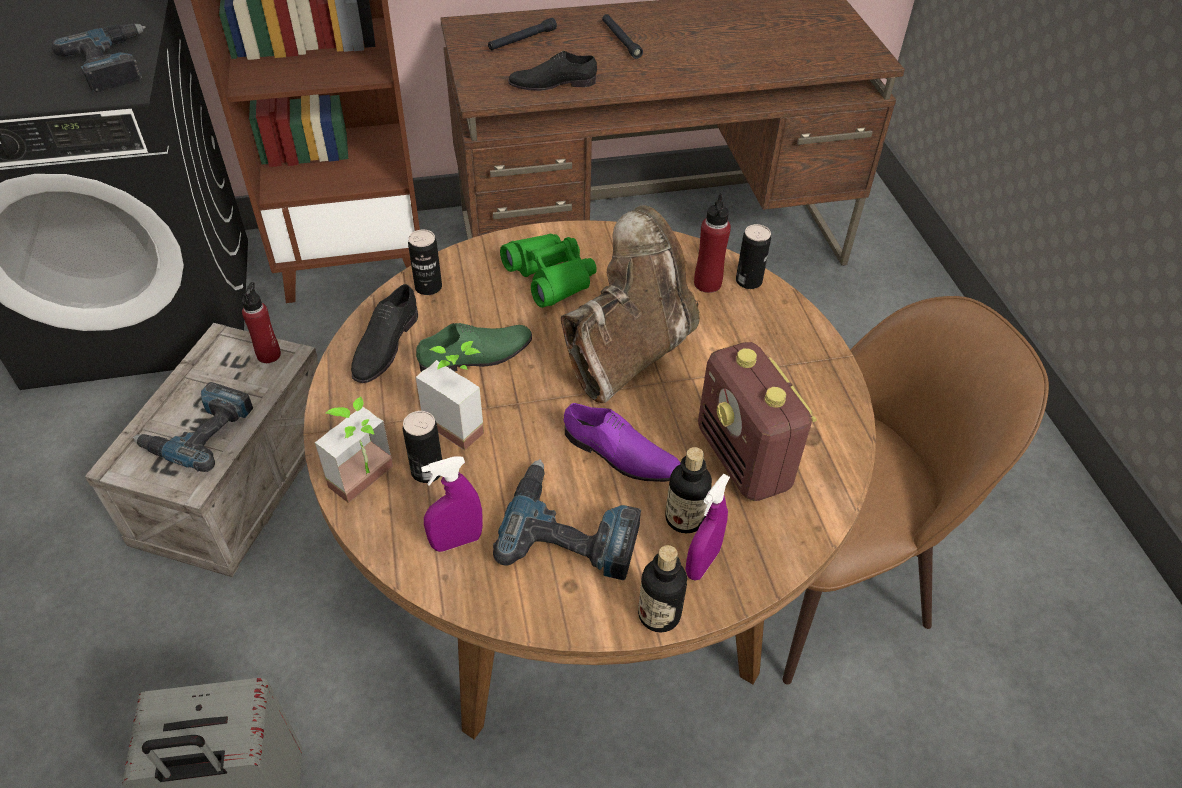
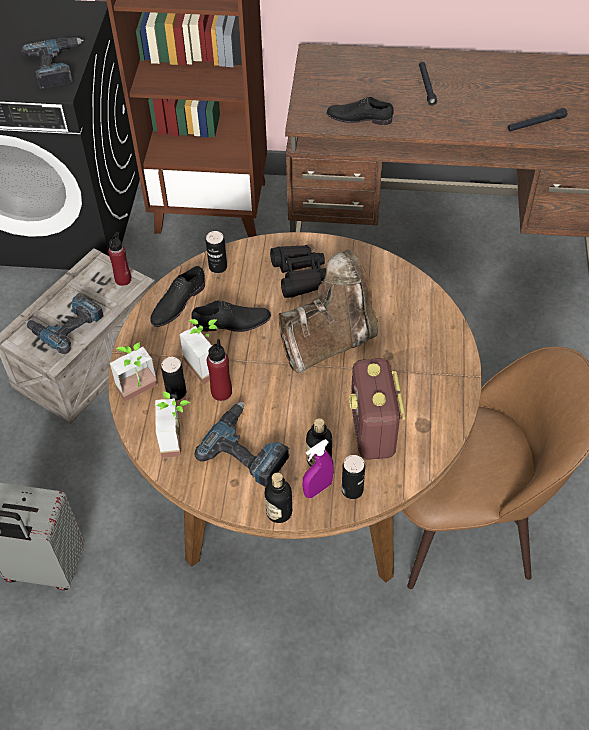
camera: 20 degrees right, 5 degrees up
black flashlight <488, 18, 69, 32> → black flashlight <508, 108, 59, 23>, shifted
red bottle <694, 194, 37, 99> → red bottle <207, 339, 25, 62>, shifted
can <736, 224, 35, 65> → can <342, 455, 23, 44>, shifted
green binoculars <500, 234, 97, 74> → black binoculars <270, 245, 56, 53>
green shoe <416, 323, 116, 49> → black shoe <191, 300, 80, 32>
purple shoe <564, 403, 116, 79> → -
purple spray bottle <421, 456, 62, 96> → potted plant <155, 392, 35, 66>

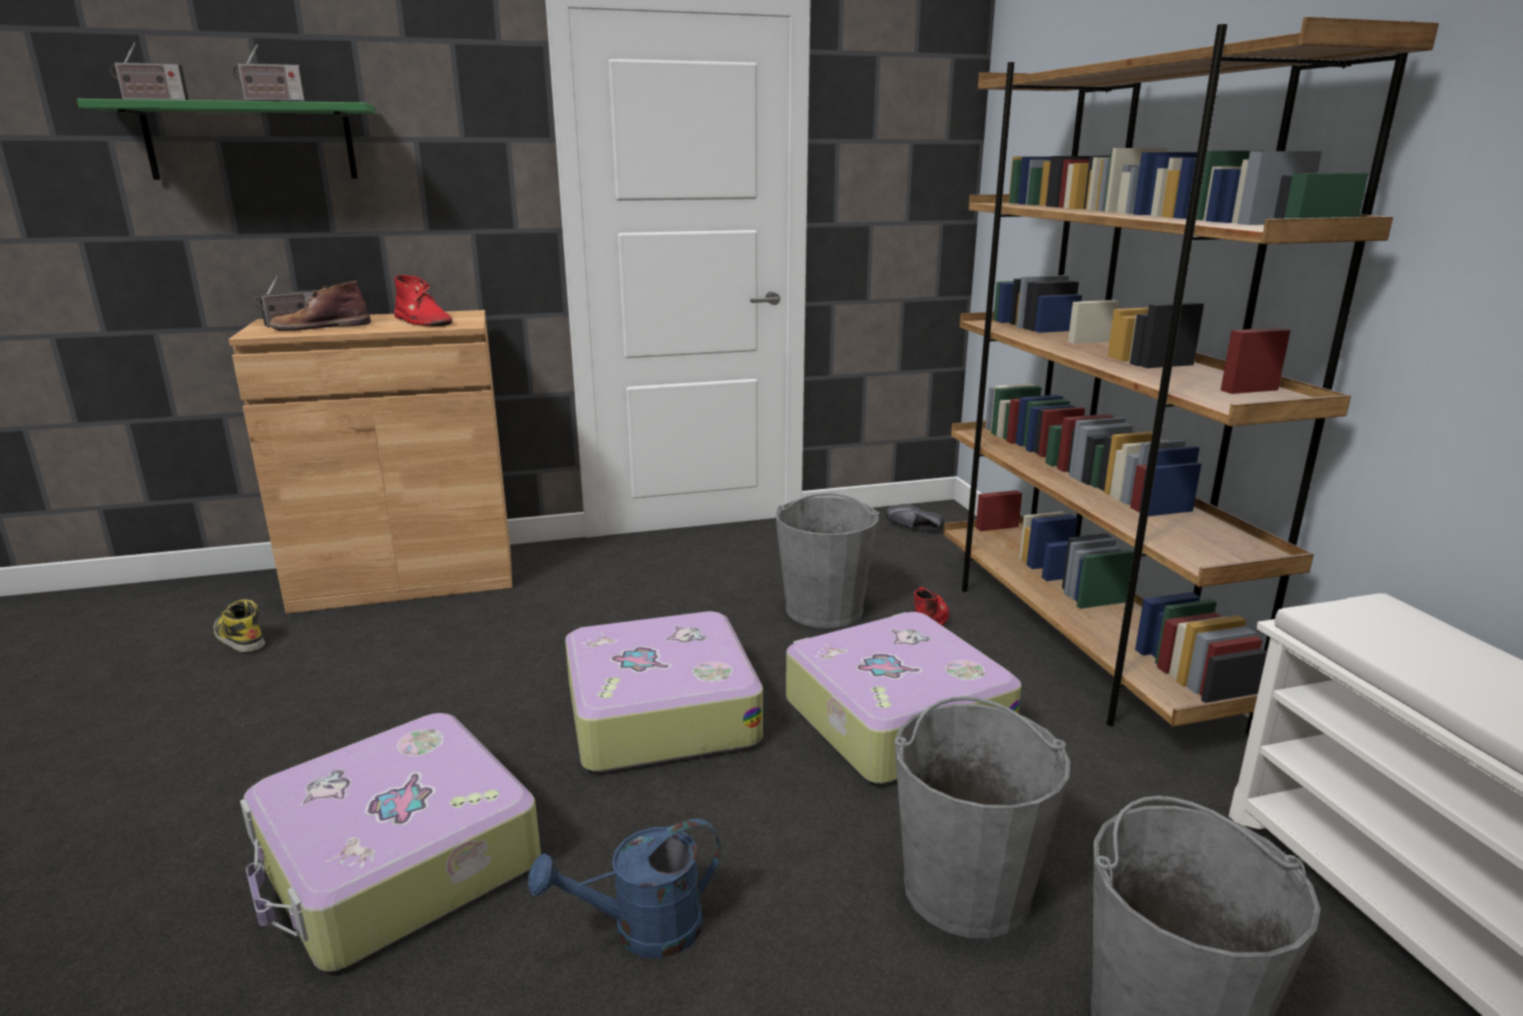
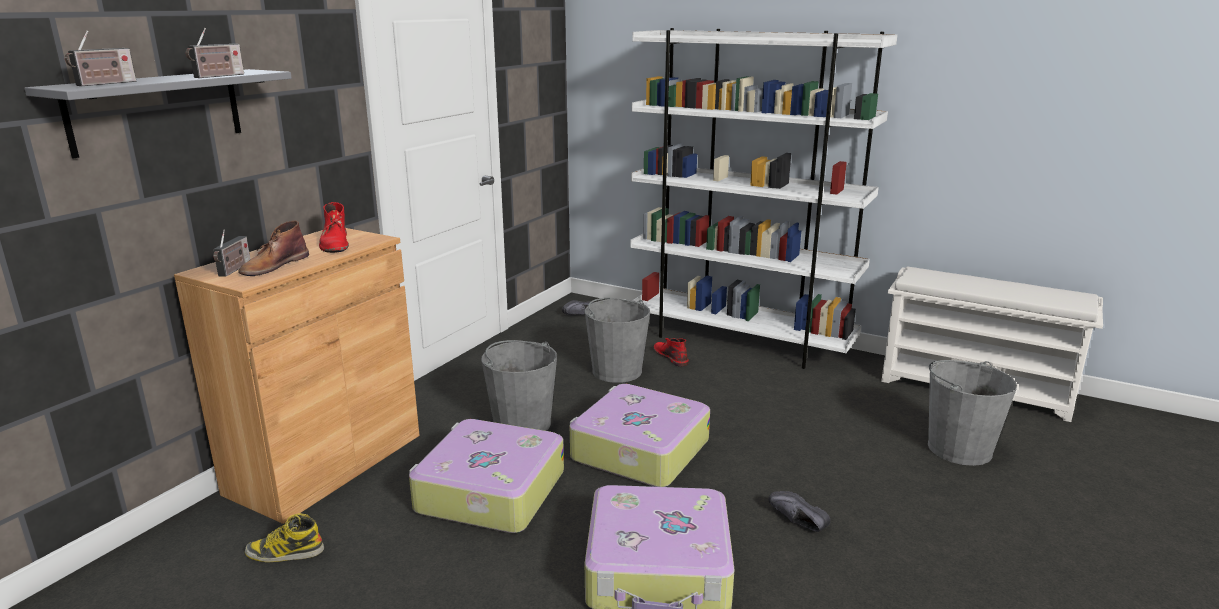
camera: 45 degrees left, 0 degrees up
brown bookcase <943, 17, 496, 718> → white bookcase <630, 28, 267, 341>
green shelf <77, 99, 299, 81> → grey shelf <25, 69, 267, 90>
red boot <394, 275, 59, 51> → red boot <319, 202, 30, 51>, 75 degrees clockwise
suitcase <786, 612, 236, 172> → suitcase <409, 419, 155, 114>, shifted
grey bucket <894, 696, 176, 243> → grey bucket <482, 340, 75, 91>, shifted
blue watering can <528, 819, 193, 139> → black shoe <768, 491, 63, 41>

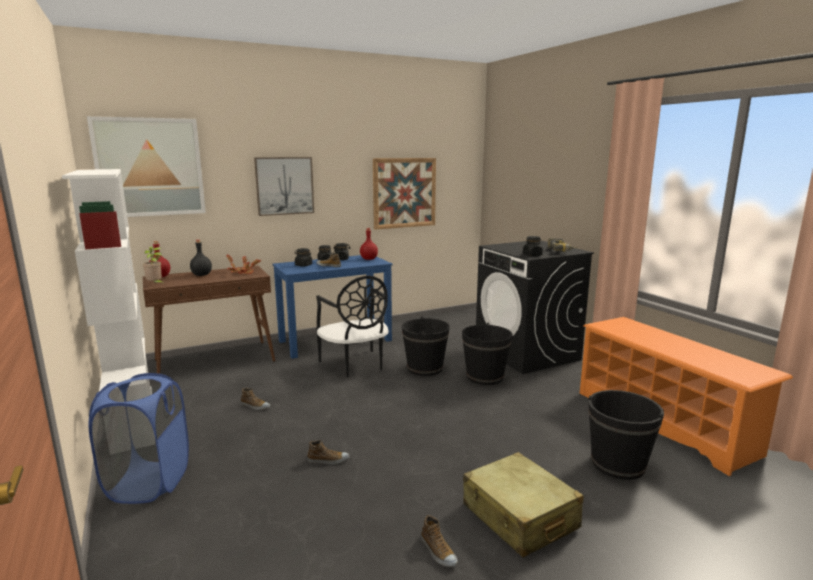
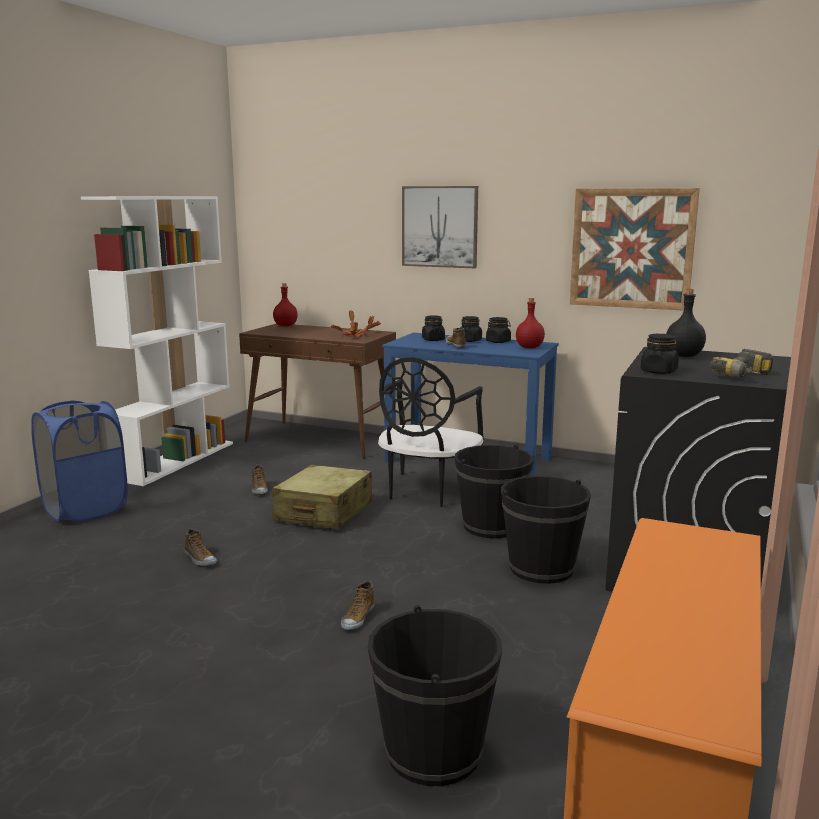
camera: 50 degrees right, 0 degrees up
picture <87, 116, 119, 101> → -
black bottle <190, 240, 22, 36> → black bottle <666, 289, 40, 68>, shifted
potted plant <143, 247, 21, 36> → -
beige suitcase <463, 452, 121, 106> → beige suitcase <272, 465, 100, 64>, shifted
shoe <421, 515, 37, 52> → shoe <341, 580, 33, 50>, shifted

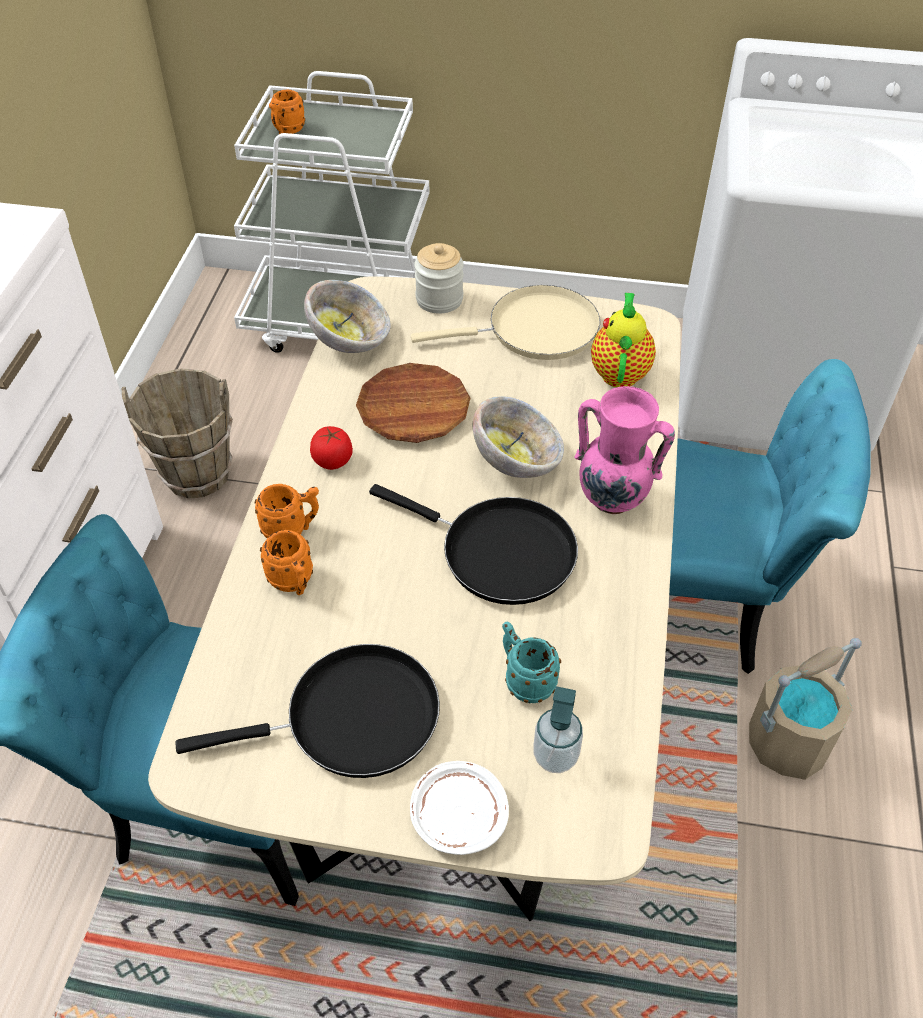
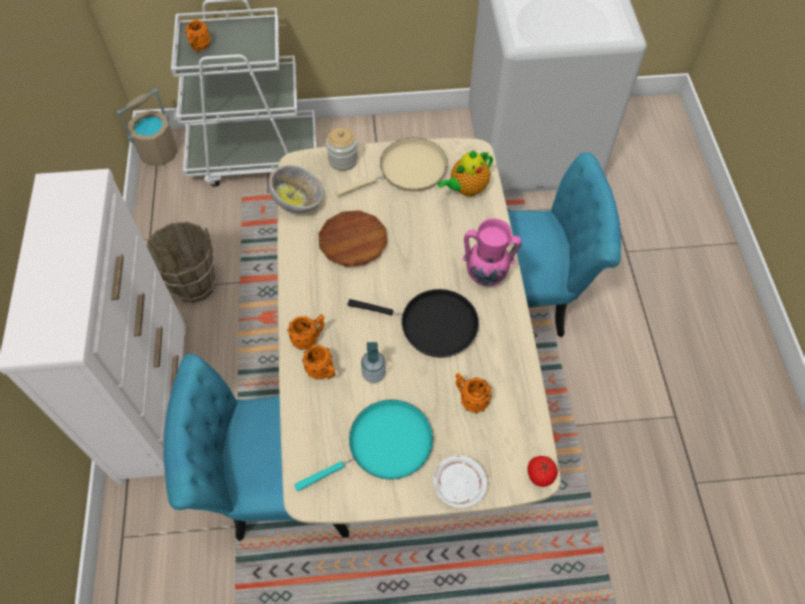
camera: 15 degrees left, 10 degrees up
teapot <591, 293, 65, 94> → teapot <437, 151, 56, 45>, 120 degrees counterclockwise
bowl <473, 397, 91, 81> → -
tomato <310, 426, 43, 44> → tomato <527, 456, 31, 31>, shifted
turquoise mug <502, 621, 59, 82> → orange mug <455, 373, 37, 40>
beige bucket <749, 638, 113, 142> → beige bucket <117, 88, 61, 78>, shifted
black frying pan <175, 644, 265, 134> → turquoise frying pan <295, 399, 138, 92>
soap dispenser <533, 686, 50, 87> → soap dispenser <361, 342, 25, 42>, shifted

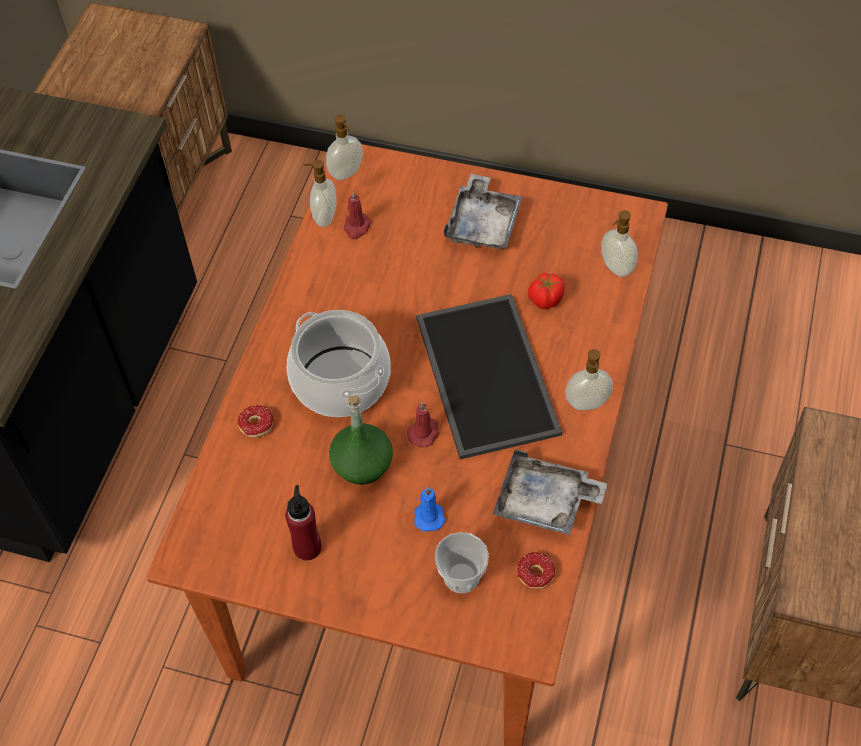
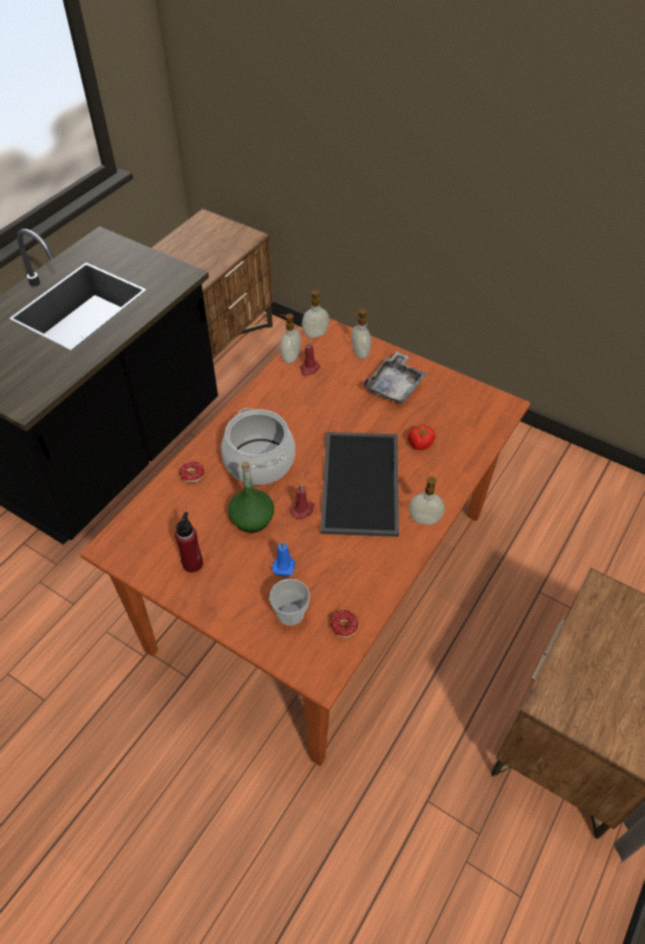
camera: 15 degrees right, 5 degrees down
soap dispenser <601, 210, 37, 67> → soap dispenser <351, 309, 20, 50>, shifted
grey tray <493, 449, 114, 86> → -

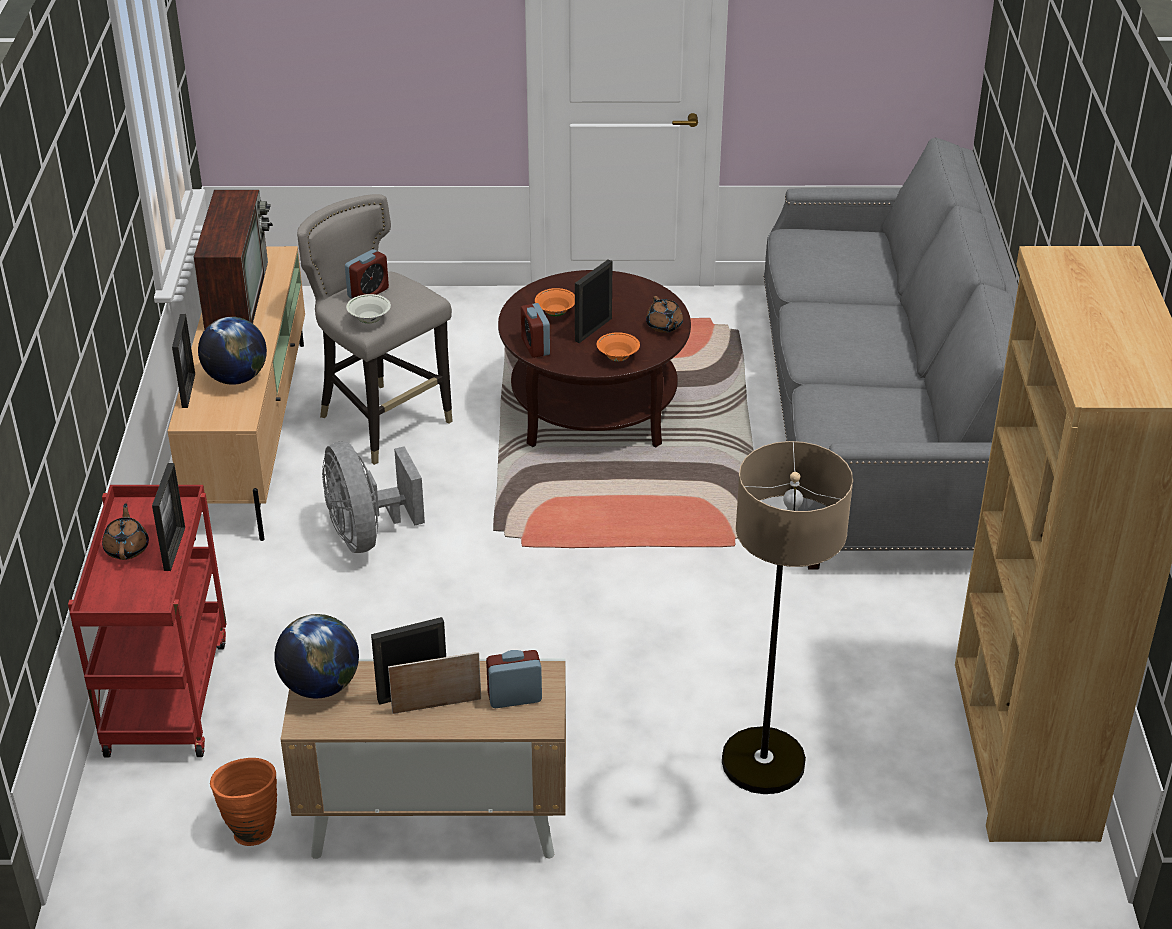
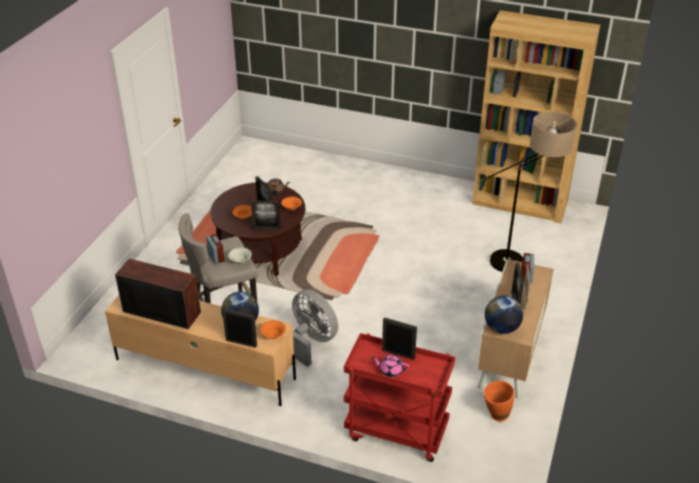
camera: 70 degrees left, 0 degrees up
grey sofa <764, 137, 254, 433> → -
alarm clock <521, 303, 29, 55> → picture frame <251, 201, 30, 30>
grey fan <322, 442, 103, 111> → grey fan <292, 289, 46, 78>, 135 degrees counterclockwise
brown teapot <102, 503, 47, 57> → pink teapot <372, 354, 37, 23>
- → orange bowl <261, 320, 25, 19>

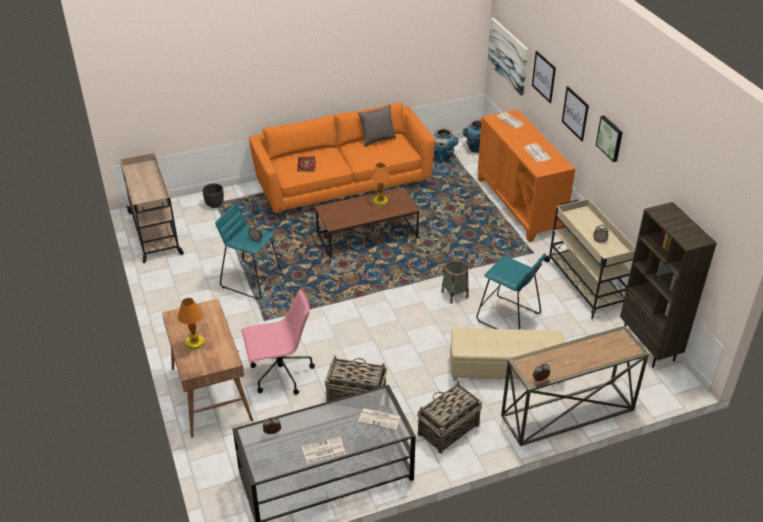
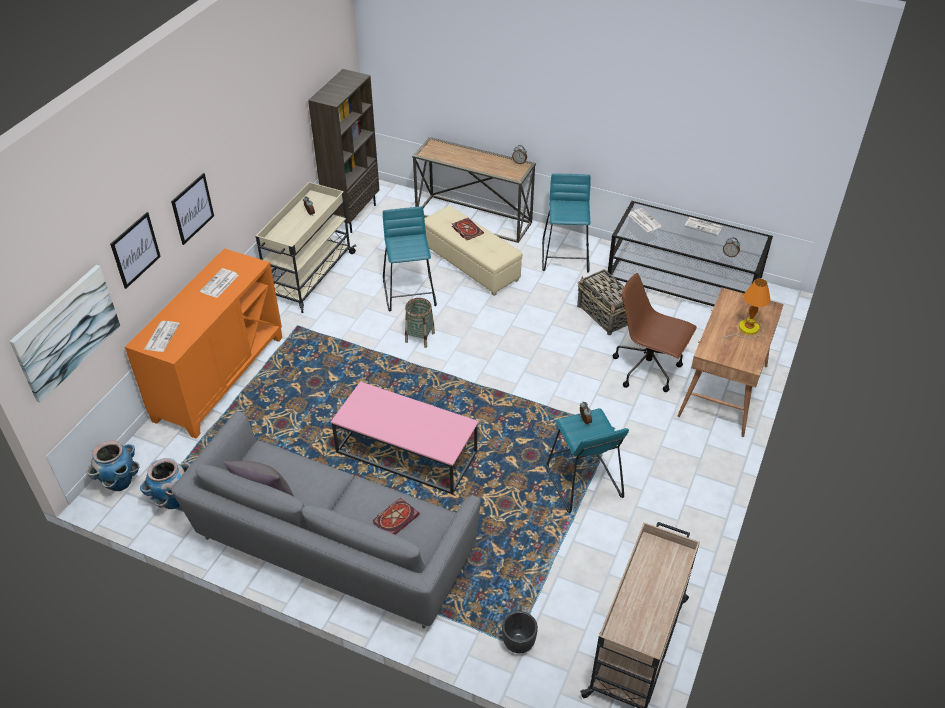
camera: 135 degrees left, 5 degrees up
orange sofa <249, 102, 186, 115> → grey sofa <171, 411, 310, 217>
picture <596, 116, 27, 46> → -
table lamp <371, 163, 32, 44> → -
brown coffee table <315, 187, 105, 71> → pink coffee table <331, 381, 148, 113>
pink office chair <241, 289, 74, 106> → brown office chair <613, 273, 84, 119>
basket <417, 381, 65, 73> → turquoise stool <542, 173, 49, 99>
- → book <452, 218, 32, 23>

